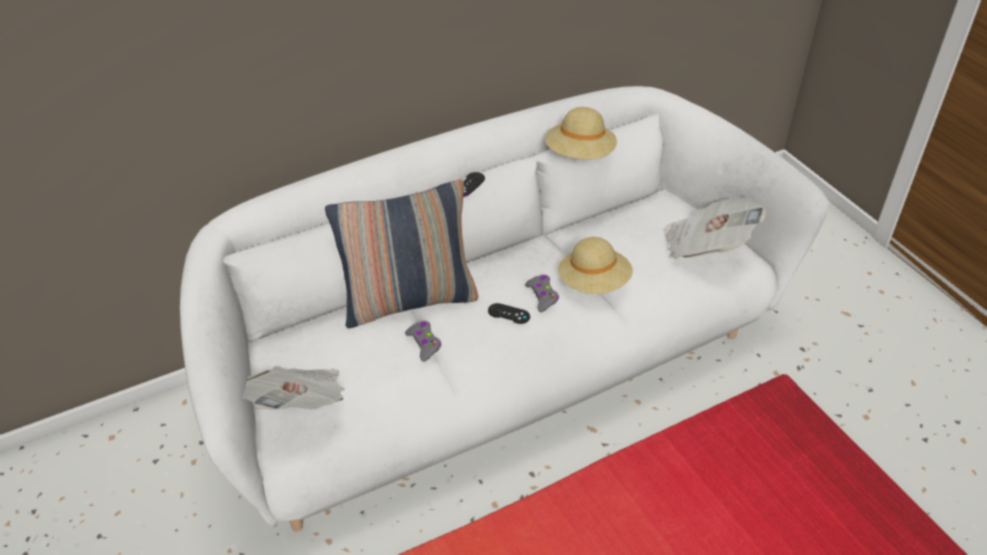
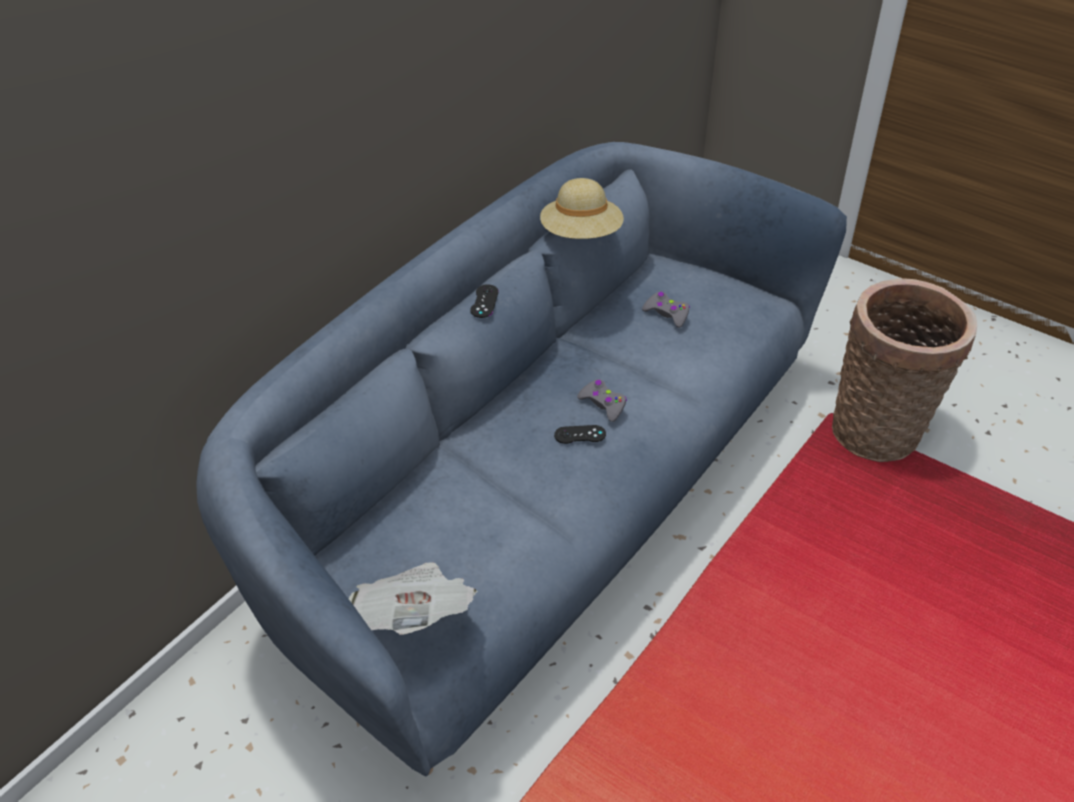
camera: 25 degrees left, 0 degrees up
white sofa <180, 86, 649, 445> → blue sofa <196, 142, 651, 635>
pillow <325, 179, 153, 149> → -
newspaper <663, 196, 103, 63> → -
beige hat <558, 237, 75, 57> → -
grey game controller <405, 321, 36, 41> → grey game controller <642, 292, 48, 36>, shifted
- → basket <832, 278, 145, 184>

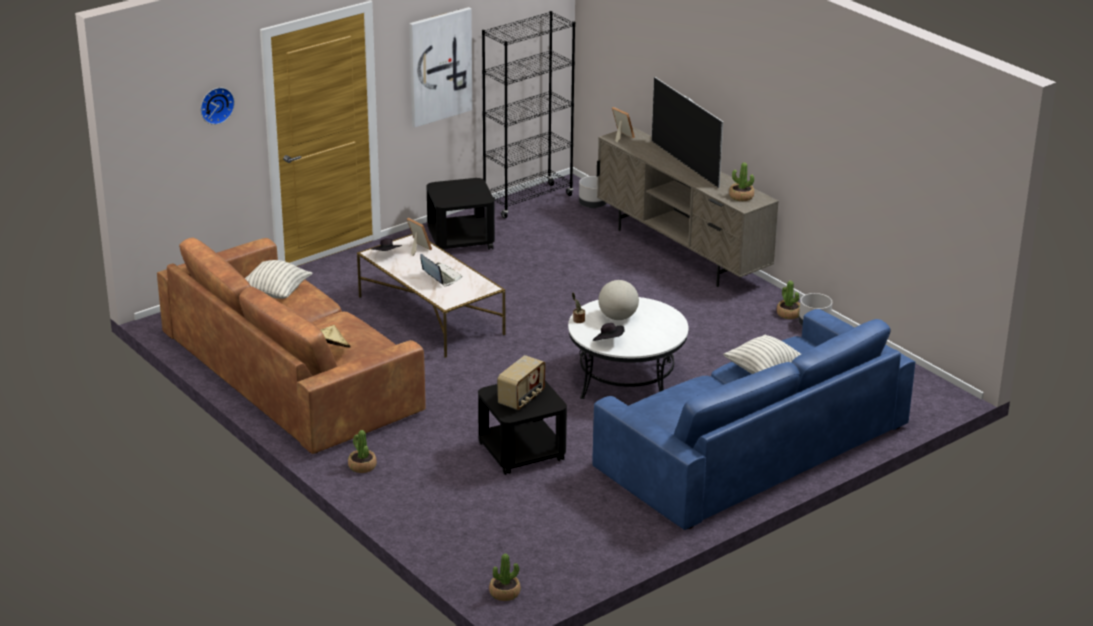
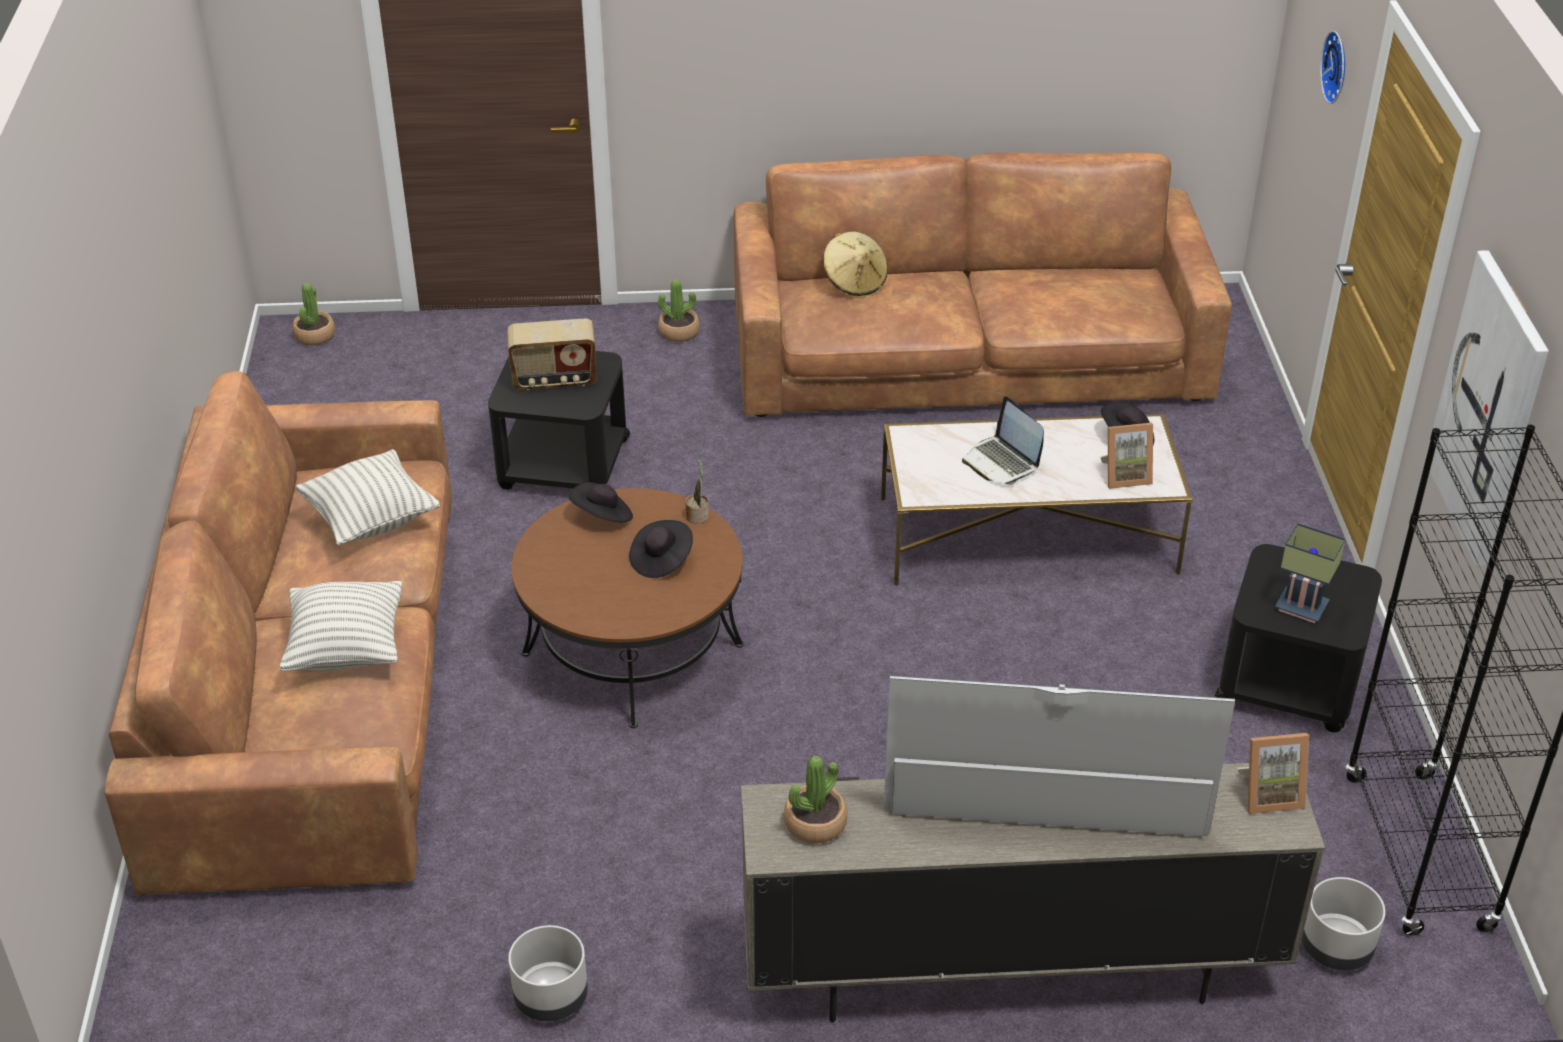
camera: 125 degrees right, 10 degrees up
laptop <420, 254, 42, 32> → laptop <962, 396, 82, 88>, 60 degrees clockwise
pillow <245, 260, 68, 39> → pillow <295, 449, 145, 96>, shifted
globe <598, 280, 41, 40> → black hat <629, 520, 64, 58>
potted plant <777, 280, 23, 39> → -
white coffee table <568, 297, 120, 102> → brown coffee table <511, 488, 233, 240>
blue sofa <592, 309, 323, 221> → brown sofa <105, 371, 347, 523>
radio <497, 355, 49, 55> → radio <507, 318, 89, 73>, 75 degrees counterclockwise
- → table lamp <1275, 523, 71, 100>

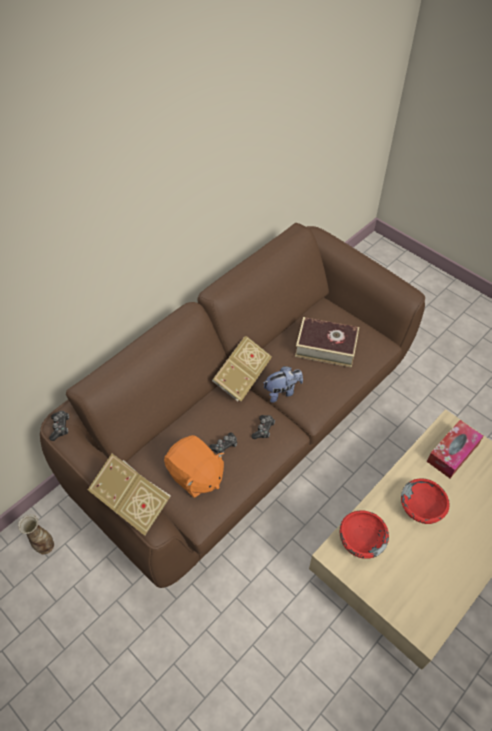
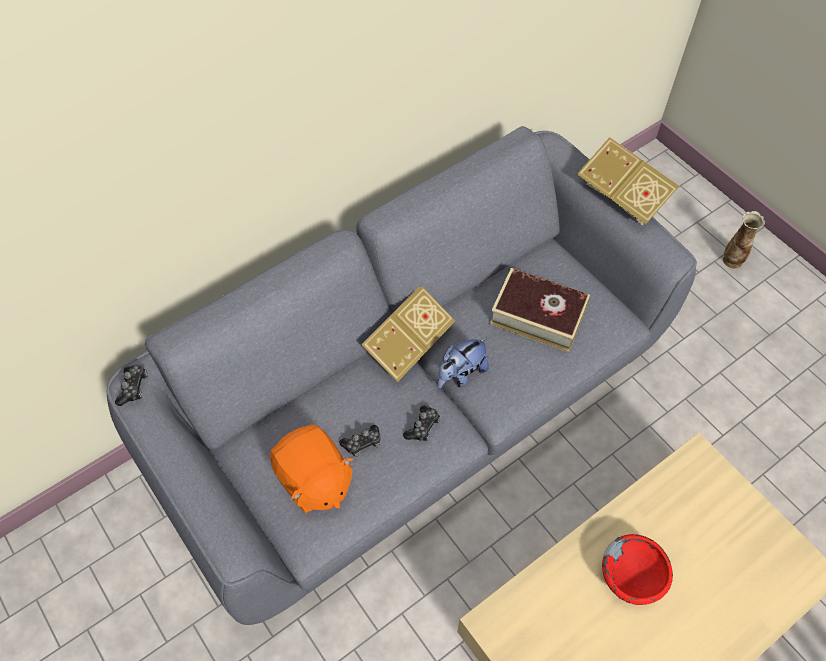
camera: 10 degrees right, 5 degrees up
brown sofa <40, 223, 385, 365> → grey sofa <106, 126, 591, 499>
plush toy <263, 366, 40, 37> → plush toy <438, 337, 51, 51>, 150 degrees clockwise
tissue box <427, 420, 56, 58> → -
book <88, 454, 83, 82> → book <577, 137, 102, 88>, shifted
red bowl <340, 510, 49, 49> → -
vase <18, 514, 36, 40> → vase <723, 211, 42, 57>, shifted

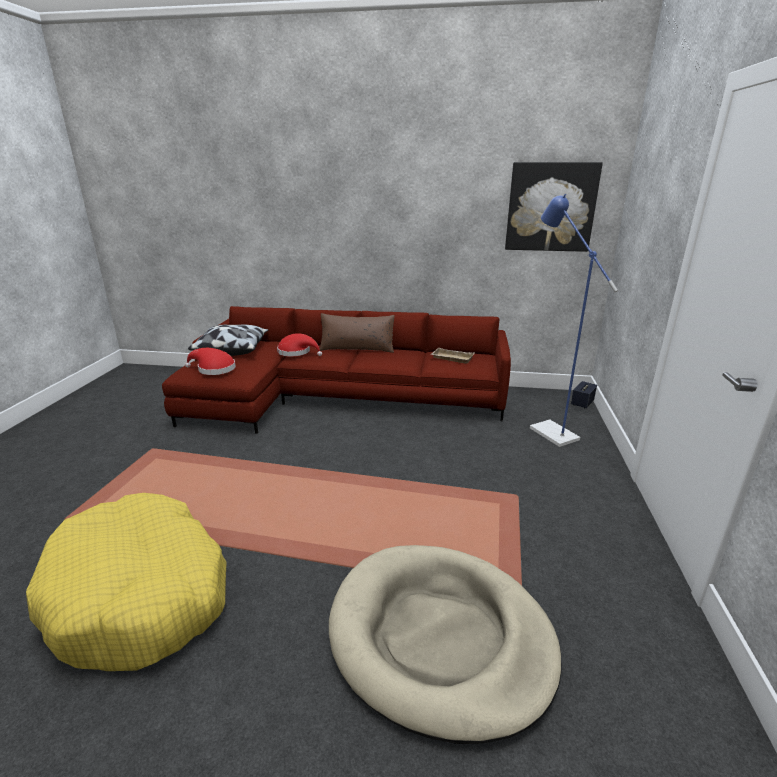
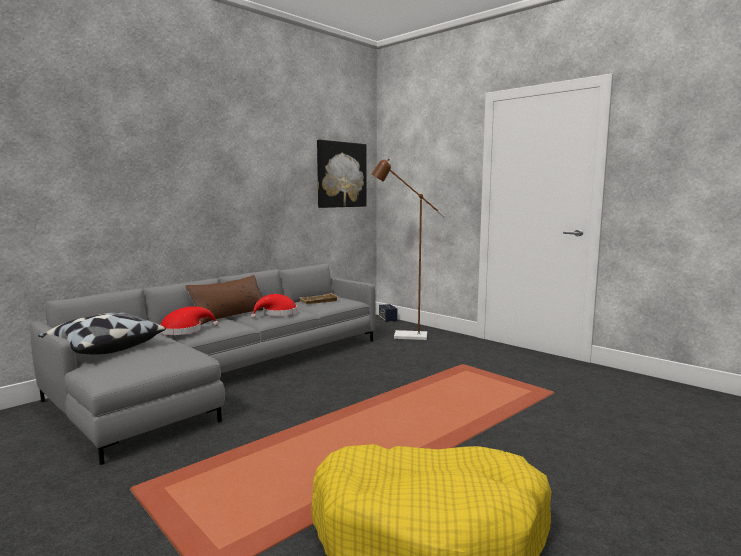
camera: 55 degrees left, 15 degrees down
blue floor lamp <530, 194, 88, 253> → brown floor lamp <372, 159, 73, 181>
red sofa <162, 306, 349, 128> → grey sofa <30, 264, 345, 201>
red hat <185, 348, 51, 27> → red hat <251, 294, 46, 25>, shifted
beige dog bed <329, 545, 233, 199> → -

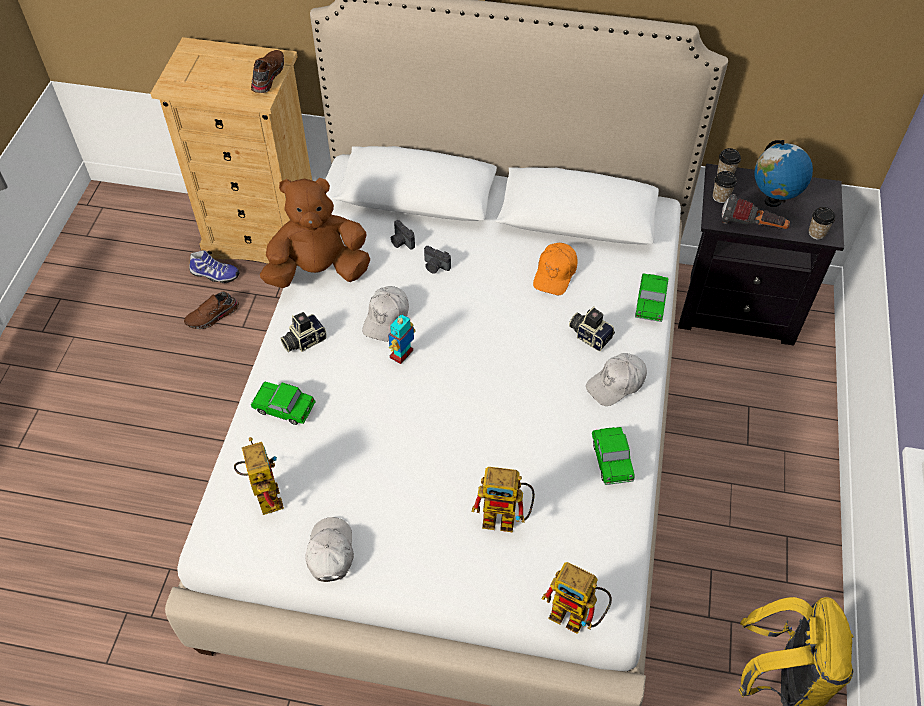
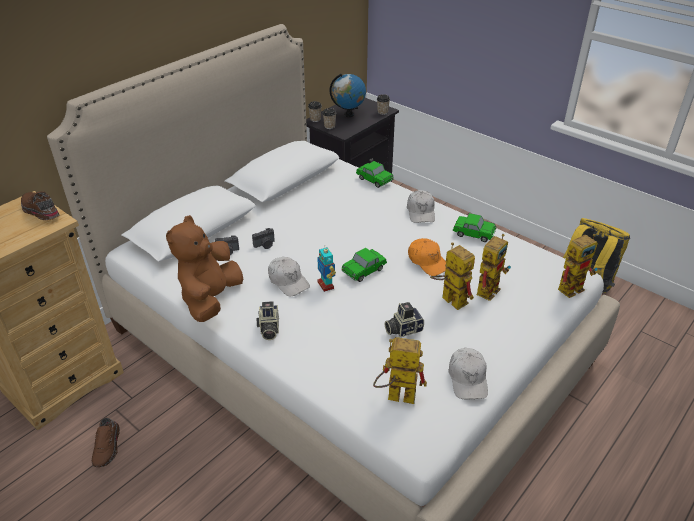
camera: 60 degrees left, 15 degrees down
flashlight <722, 194, 68, 35> → -
orange cap <533, 243, 45, 52> → orange cap <408, 238, 38, 38>, shifted
shoe <189, 250, 51, 33> → -
photo camera <569, 307, 46, 44> → photo camera <385, 302, 39, 35>, shifted
toy car <251, 382, 65, 43> → toy car <341, 248, 46, 34>, shifted
white cap <306, 517, 48, 65> → white cap <448, 348, 40, 51>, 120 degrees counterclockwise
- → toy robot <430, 242, 45, 68>

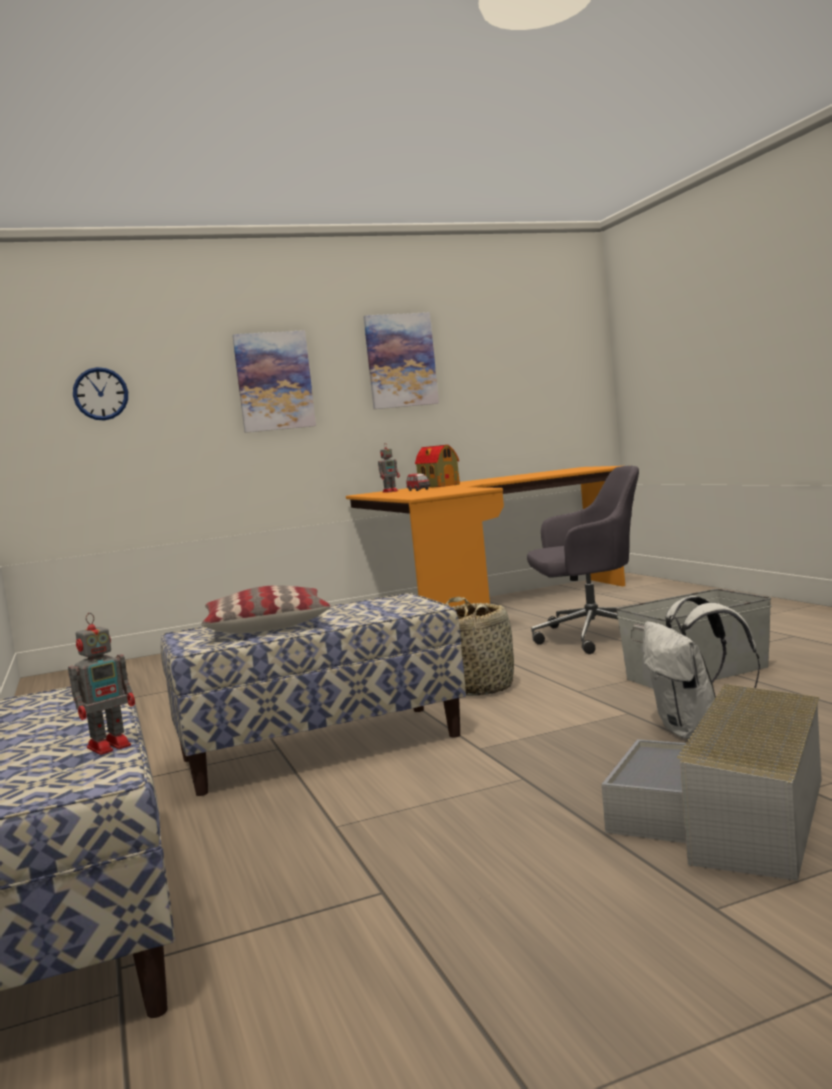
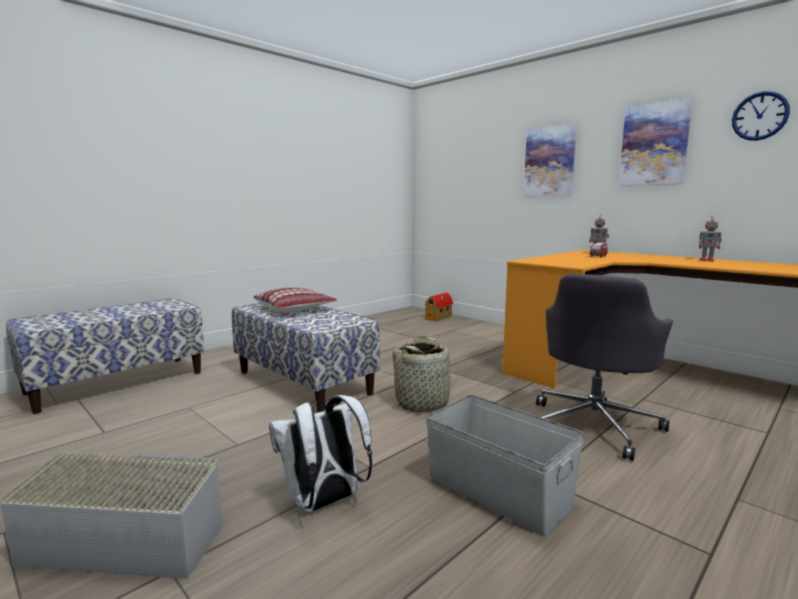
camera: 65 degrees right, 5 degrees up
wall clock <73, 367, 55, 54> → wall clock <732, 91, 58, 50>, shifted
toy house <415, 445, 45, 42> → toy house <425, 293, 28, 29>, shifted
grey office chair <527, 466, 112, 188> → grey office chair <536, 274, 137, 187>, 60 degrees clockwise
toy robot <68, 613, 67, 142> → toy robot <699, 216, 23, 46>, shifted

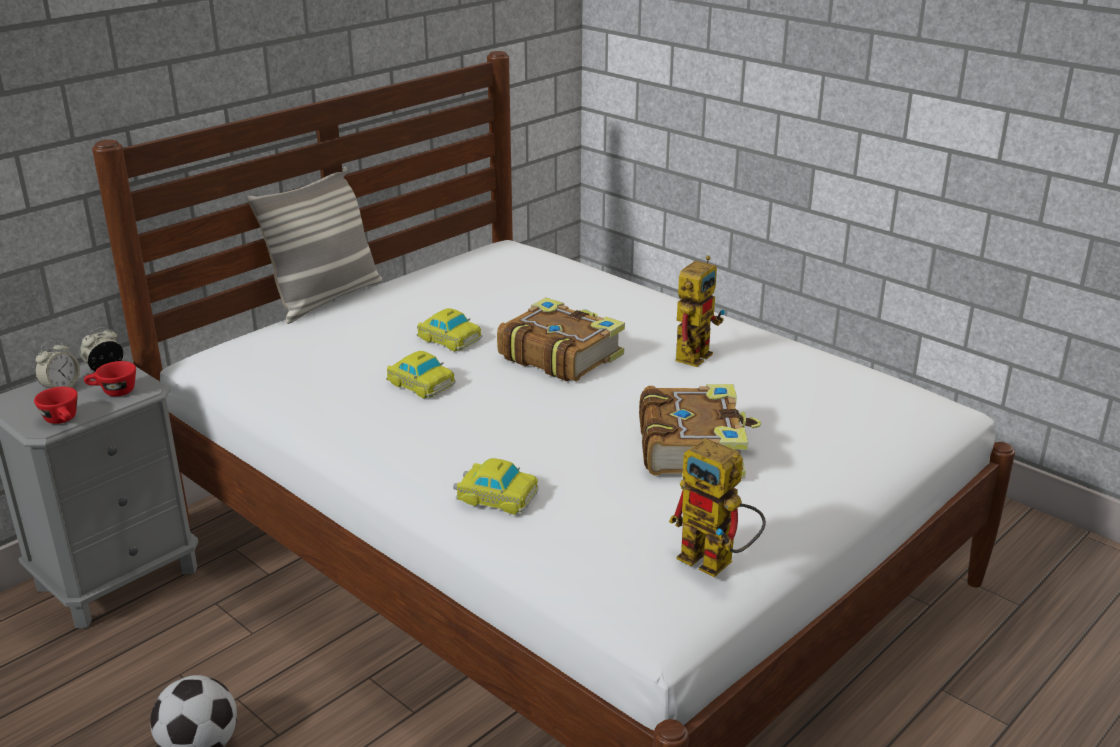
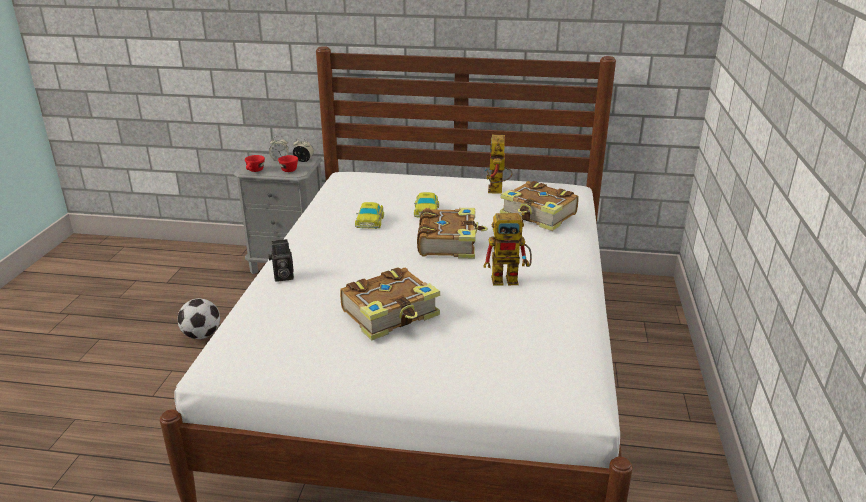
camera: 55 degrees right, 0 degrees up
pillow <247, 167, 135, 157> → -
toy robot <669, 438, 97, 139> → toy robot <484, 135, 29, 58>, shifted
toy car <453, 458, 86, 57> → photo camera <268, 239, 26, 43>
- → book <500, 181, 79, 50>

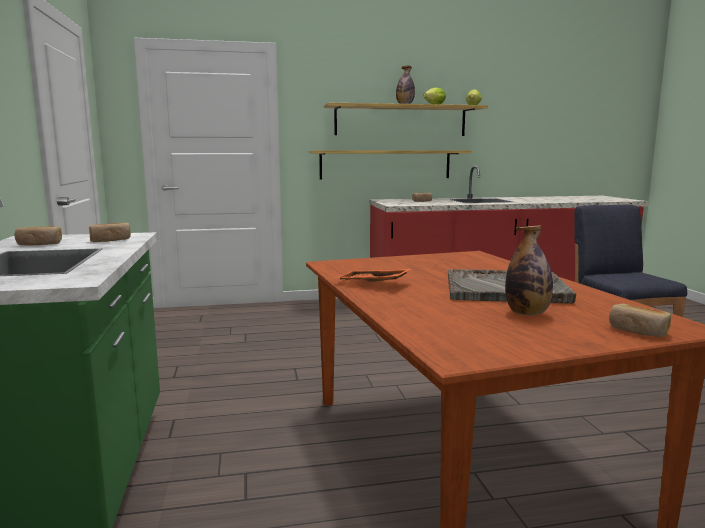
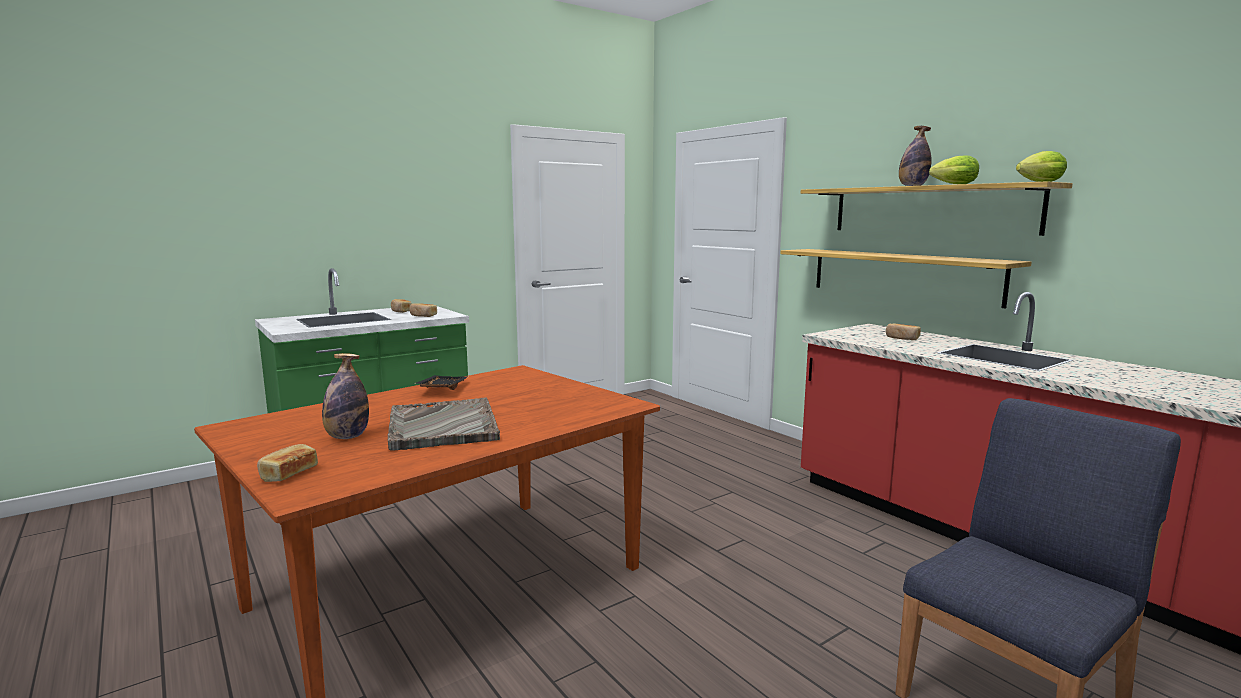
camera: 65 degrees right, 0 degrees up
orange tray <338, 269, 73, 13> → black tray <413, 375, 54, 15>

